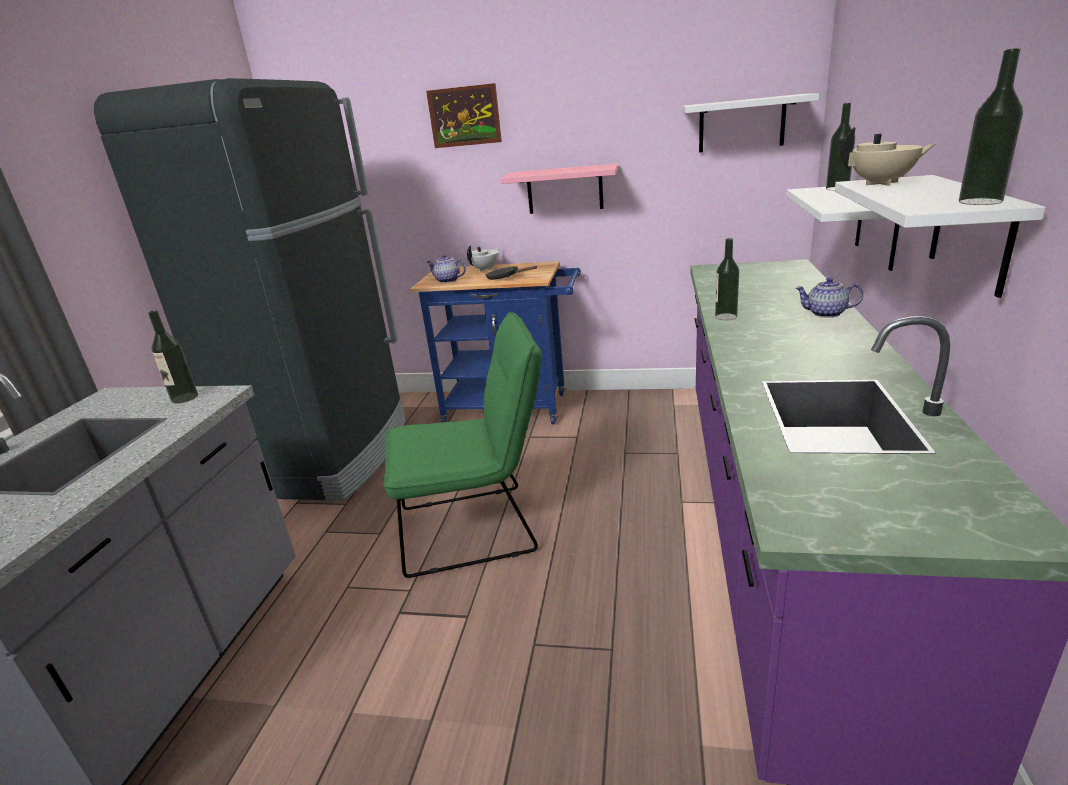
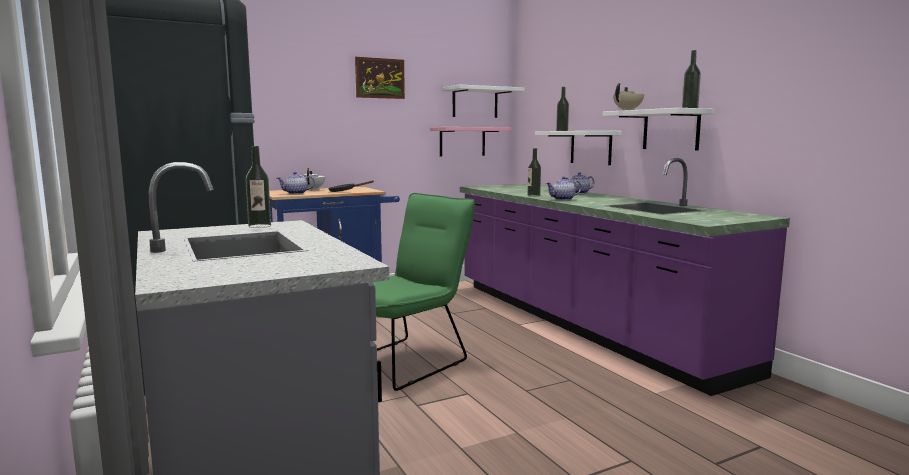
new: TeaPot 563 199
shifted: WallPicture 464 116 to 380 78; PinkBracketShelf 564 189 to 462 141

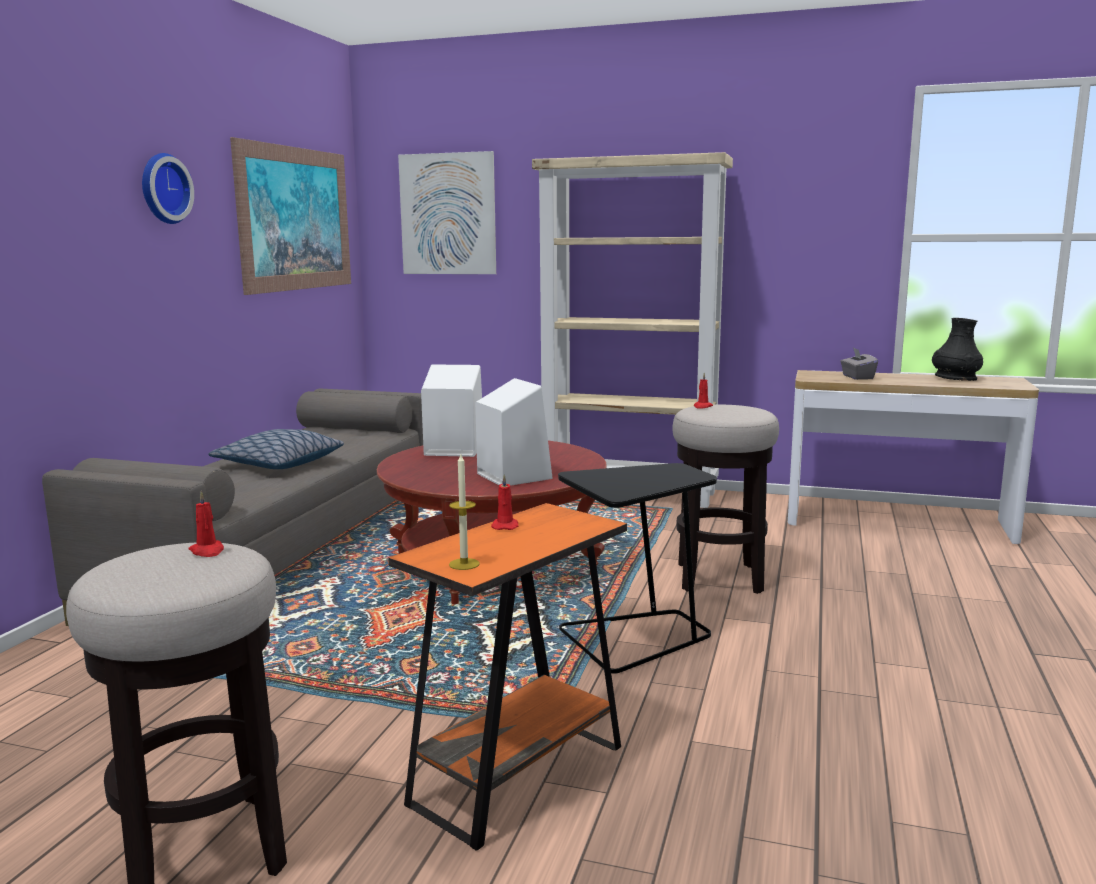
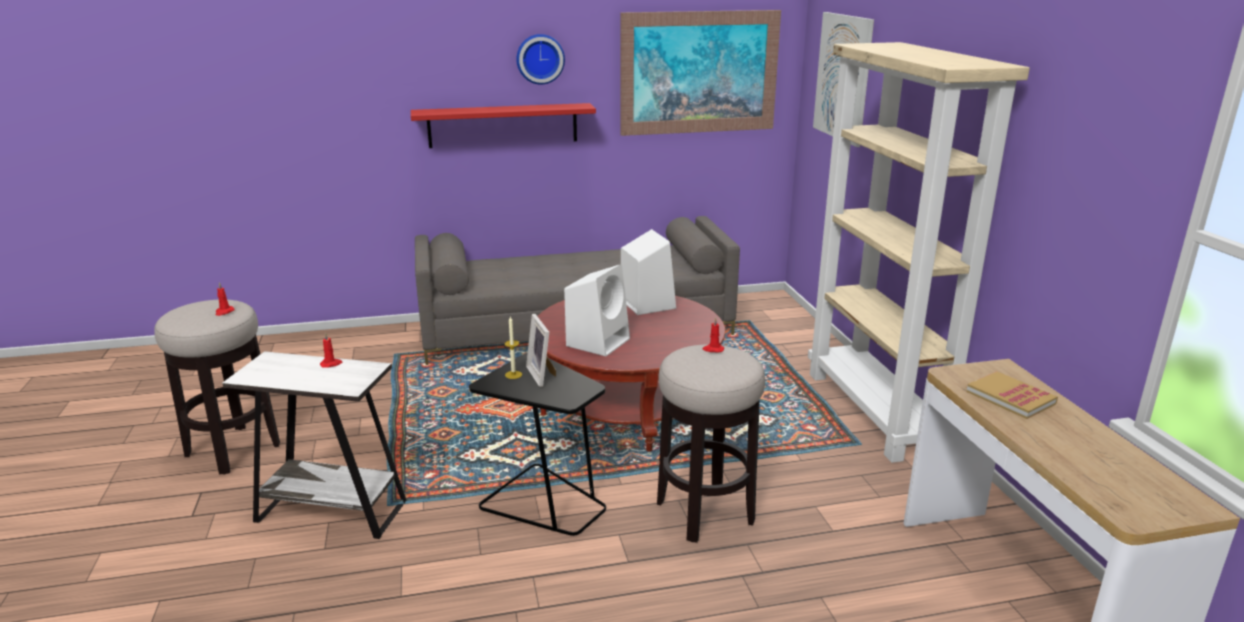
gone: ThrowPillow 278 464; BlackVase 955 378
new: RedBracketShelf 503 125; StandingFrame 543 375
shifted: Candle 464 564 to 513 375
swapped: GrayTissueBox 857 377 to BoundBook 1010 397
repainted: OrangeColouredEndTable 518 775 to WhiteColouredEndTable 331 511

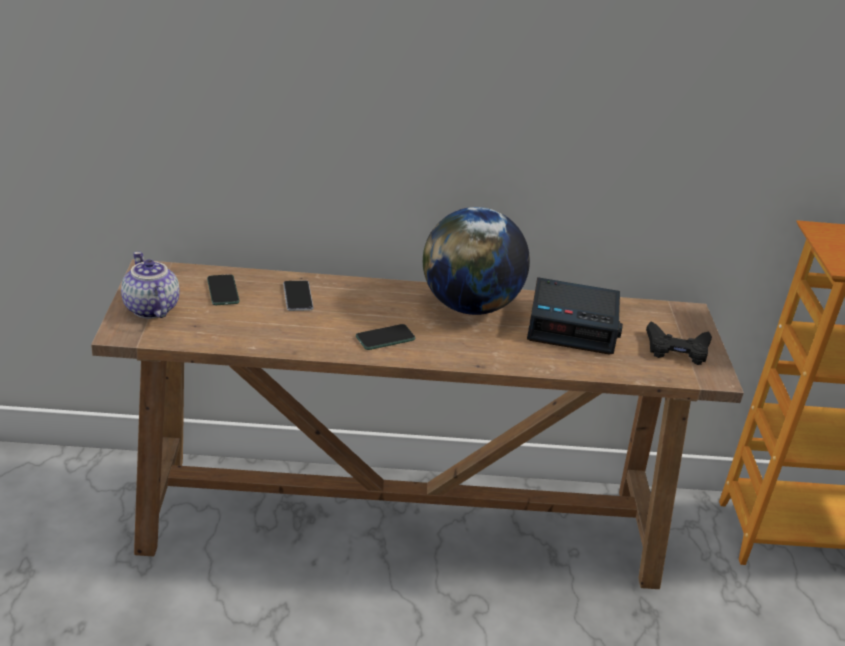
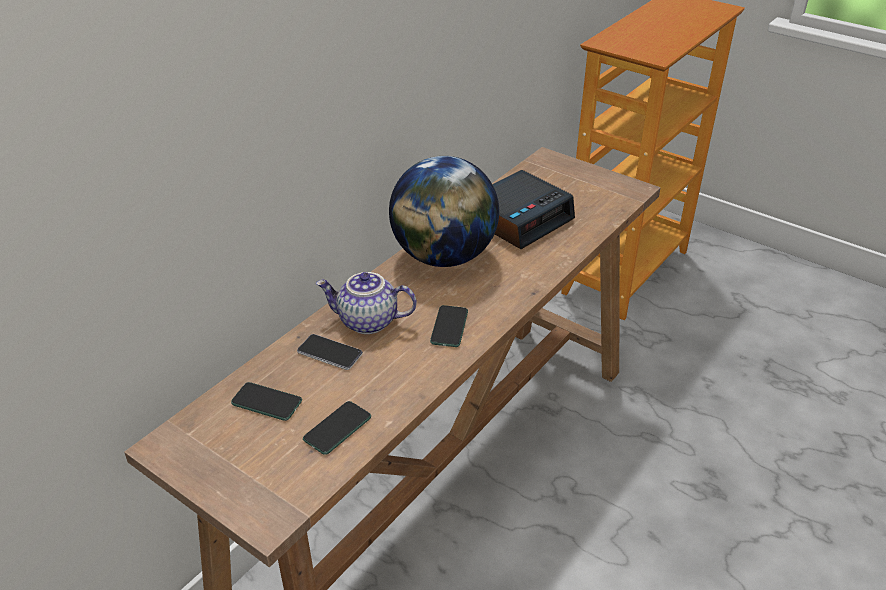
gone: BlackJoypad 677 349
new: Handset 337 428
shifted: TeaPot 150 308 to 367 322

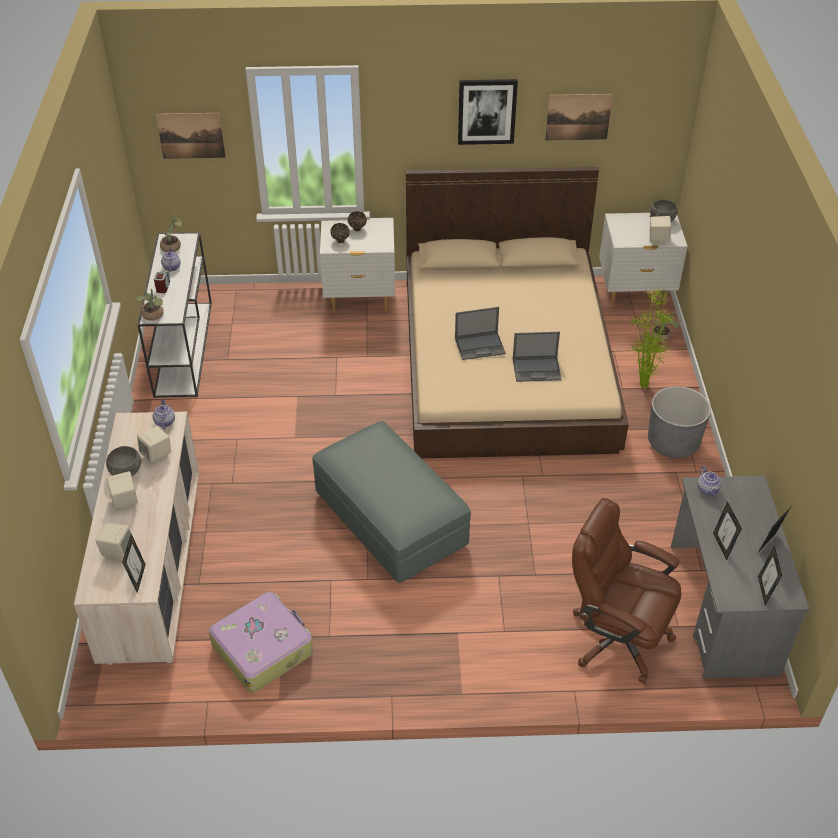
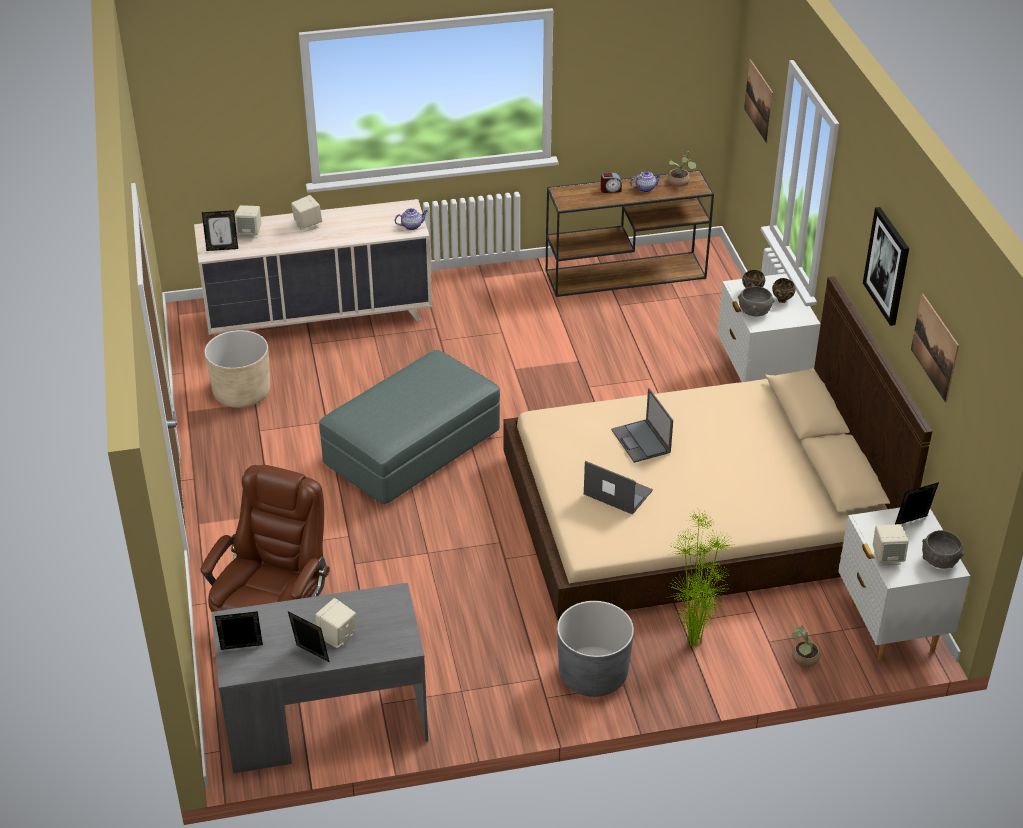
gone: PlantInAPot 154 316; TeaPot 708 489
shifted: GrayServingBowl 126 472 to 754 312; SandColouredSpeaker 157 456 to 337 637; StandingFrame 722 546 to 912 523
swapped: TravelCase 263 648 to SandColouredPlanter 242 393
repainted: WhiteColouredHallTable 183 347 to BrownishHallTable 627 274
rotated: NotebookComputer 537 369 = 617 492 135 degrees clockwise

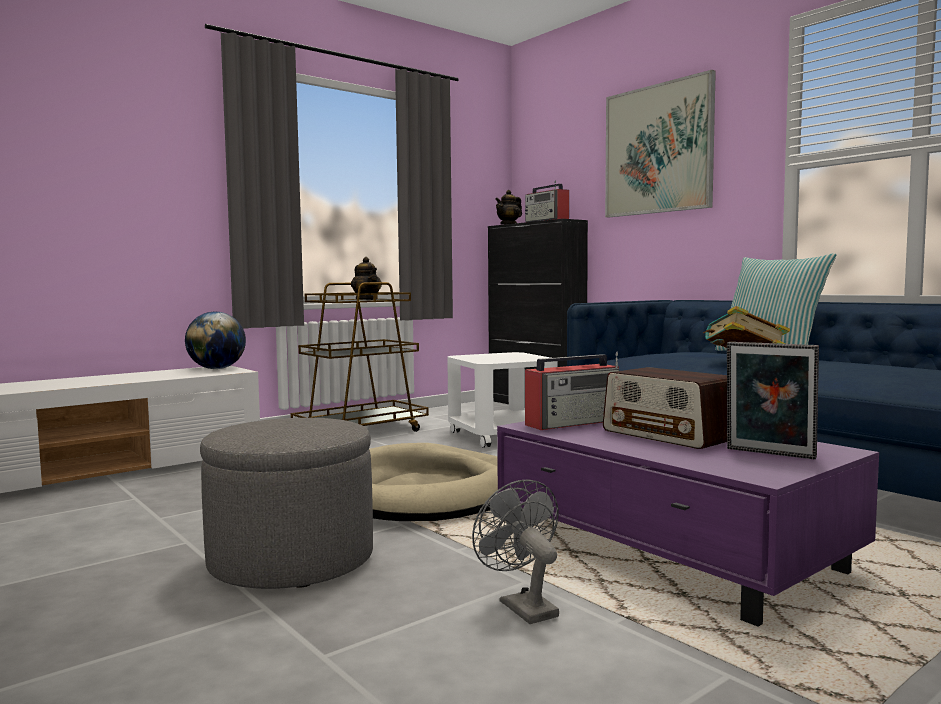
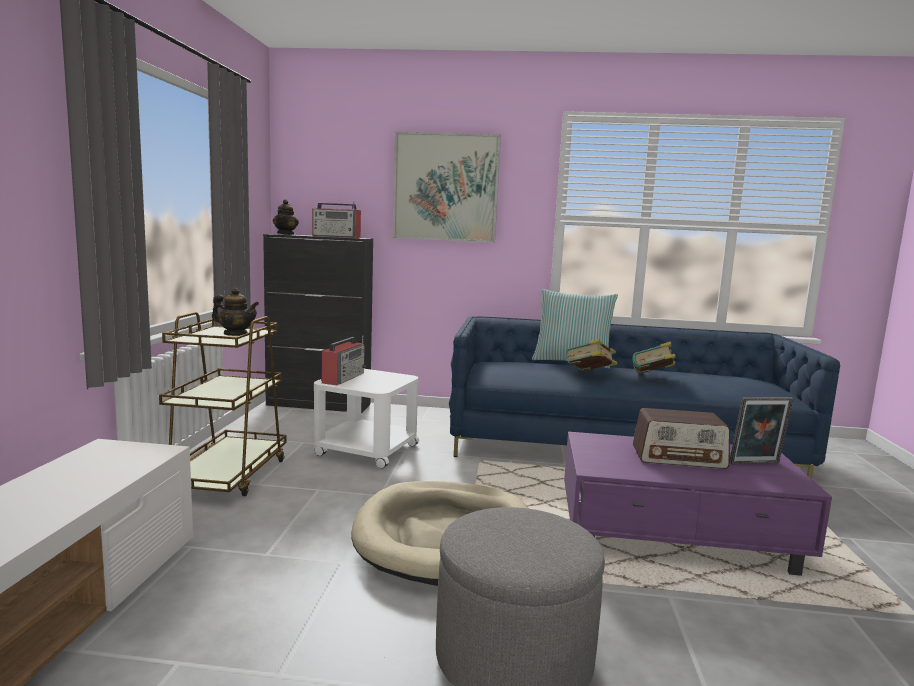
gone: Globe 217 369; GrayFan 522 606
new: BoundBook 652 377
shifted: RadioReceiver 574 423 to 343 378

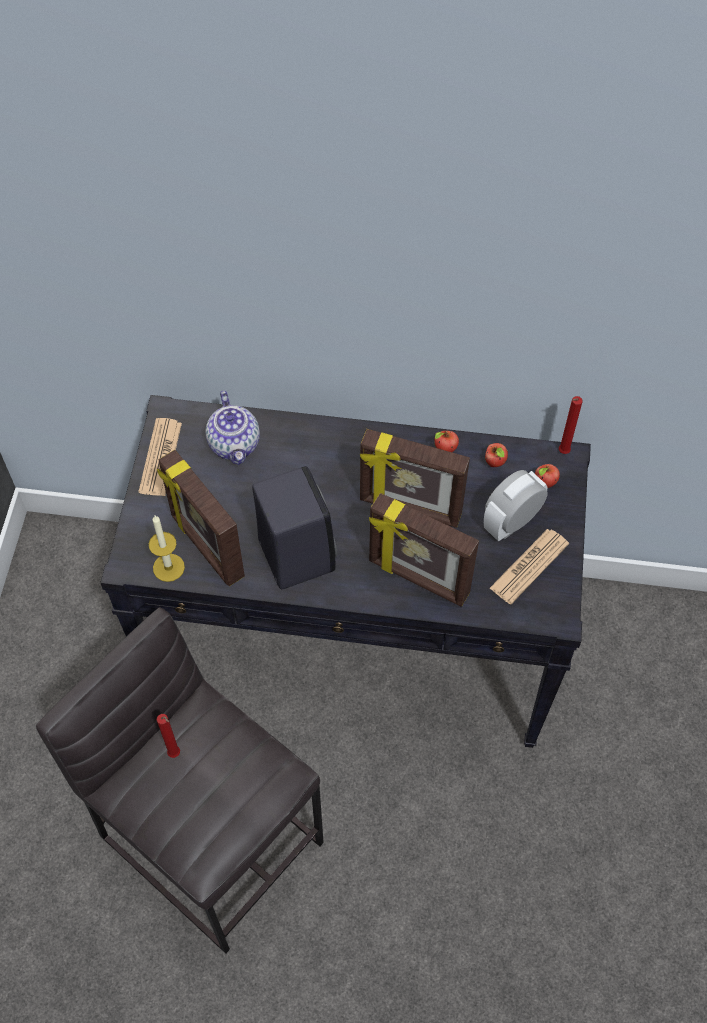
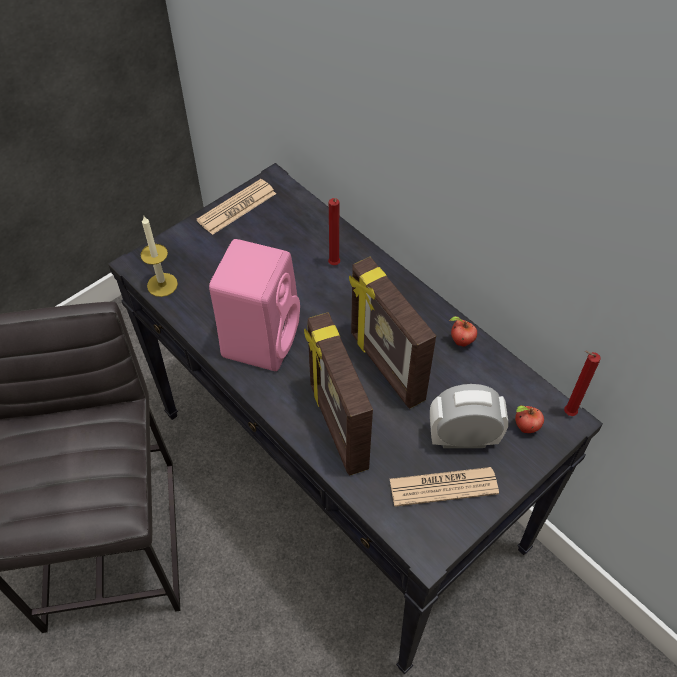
gone: StandingFrame 206 547; TeaPot 235 444; Apple 495 463
shifted: RedCandle 175 755 to 334 265
repainted: BlackSpeaker 294 553 to PinkSpeaker 261 337

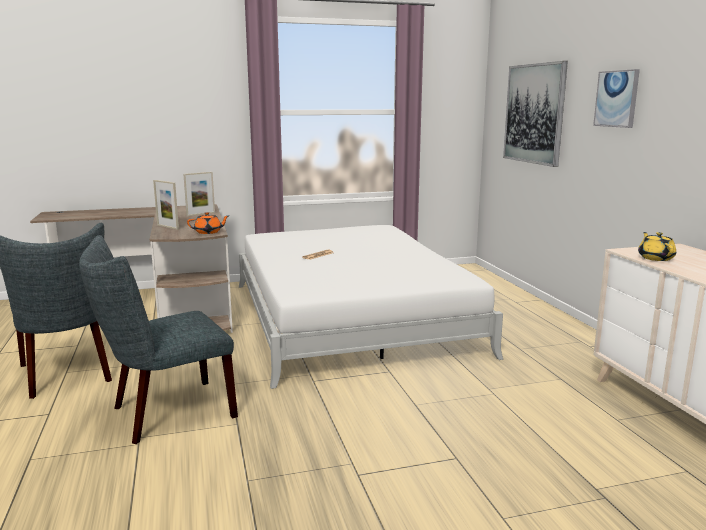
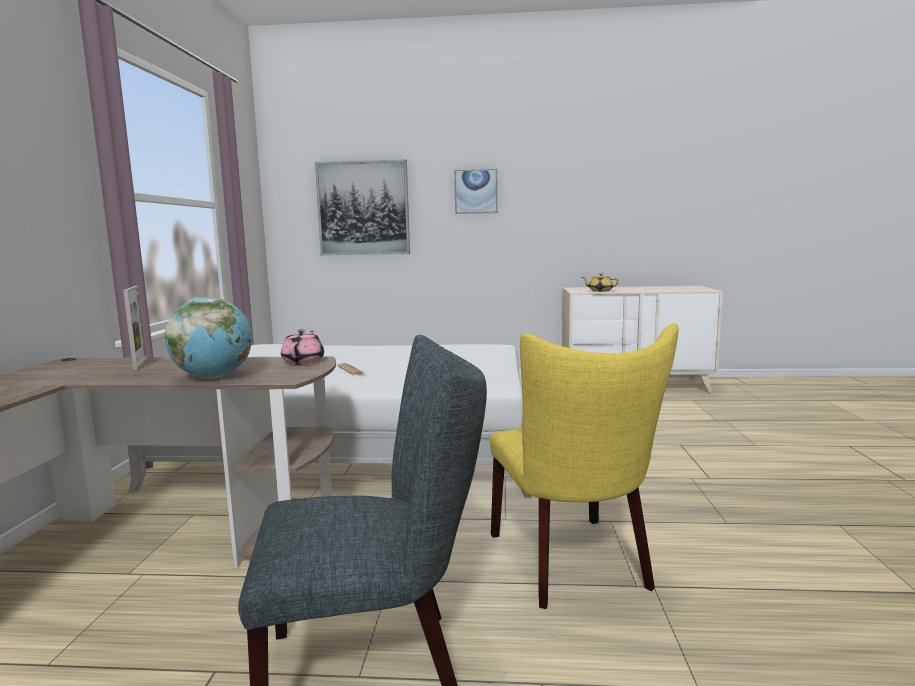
swapped: StandingFrame 167 227 to Globe 213 377
repainted: GrayChair 166 413 to YellowChair 573 565; OrangeColouredTeaPot 208 232 to PinkTeaPot 304 361

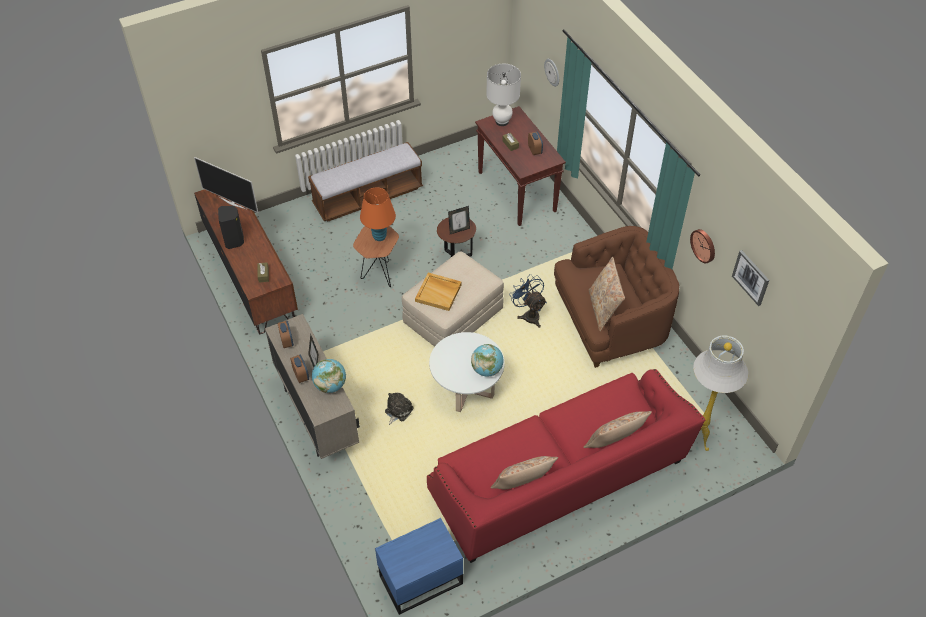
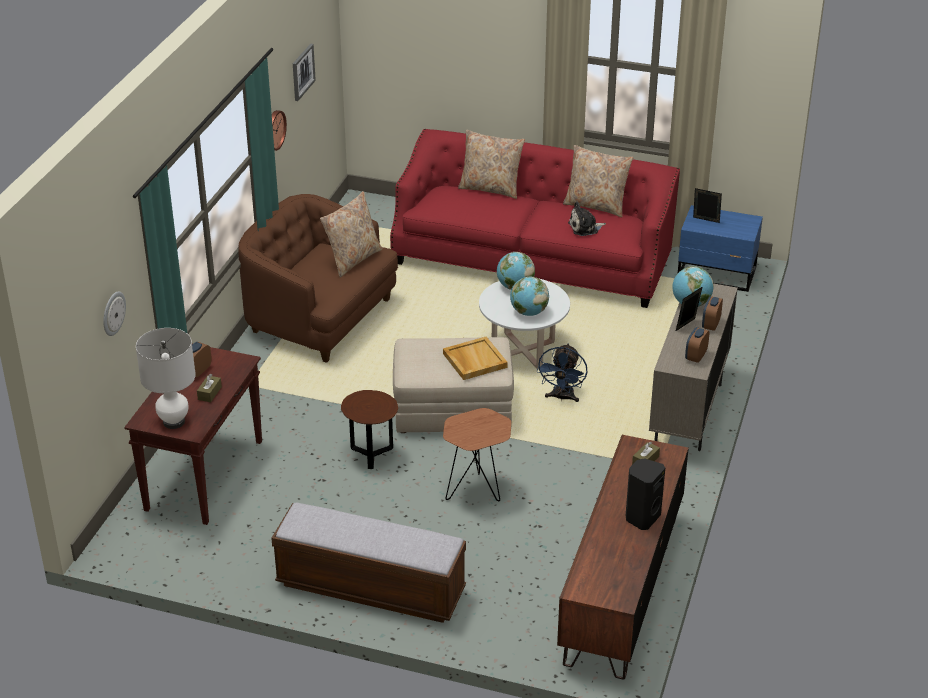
gone: TvSet 233 202; OrangeColouredTableLamp 379 237; WhiteColouredStandingLamp 697 440
new: Globe 528 312
shifted: CuddlyToy 397 411 to 585 228; StandingFrame 459 230 to 705 221; BlueColouredFan 529 315 to 562 398

